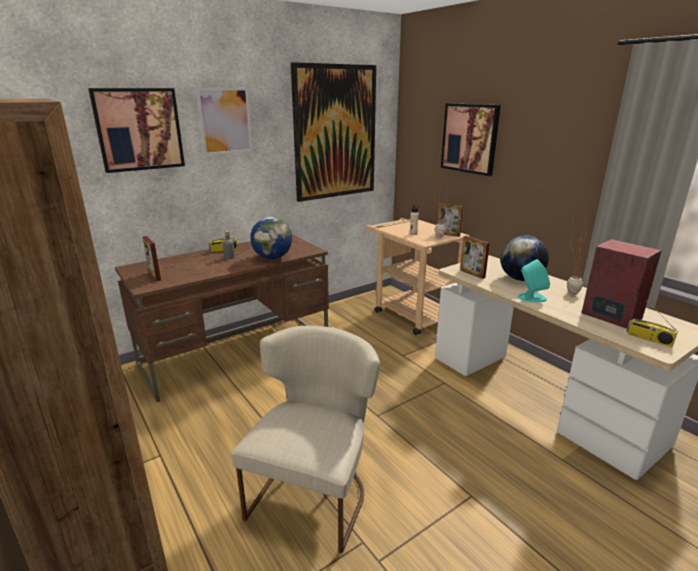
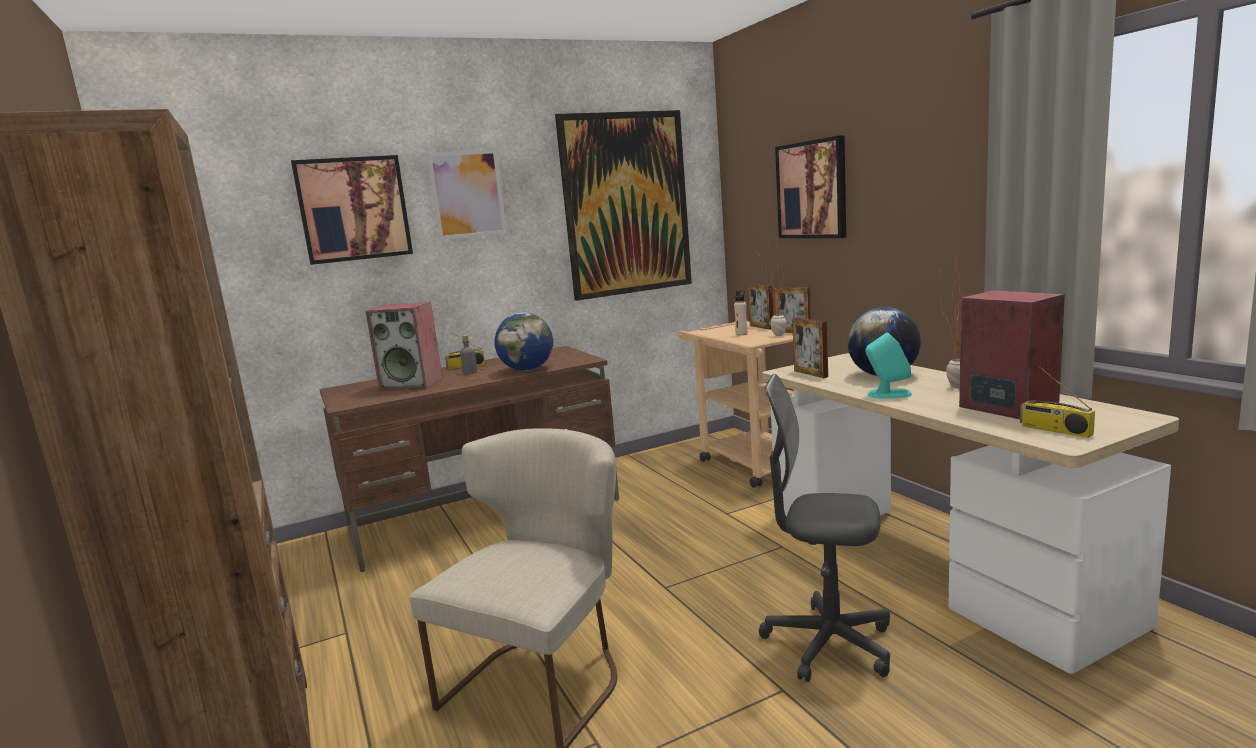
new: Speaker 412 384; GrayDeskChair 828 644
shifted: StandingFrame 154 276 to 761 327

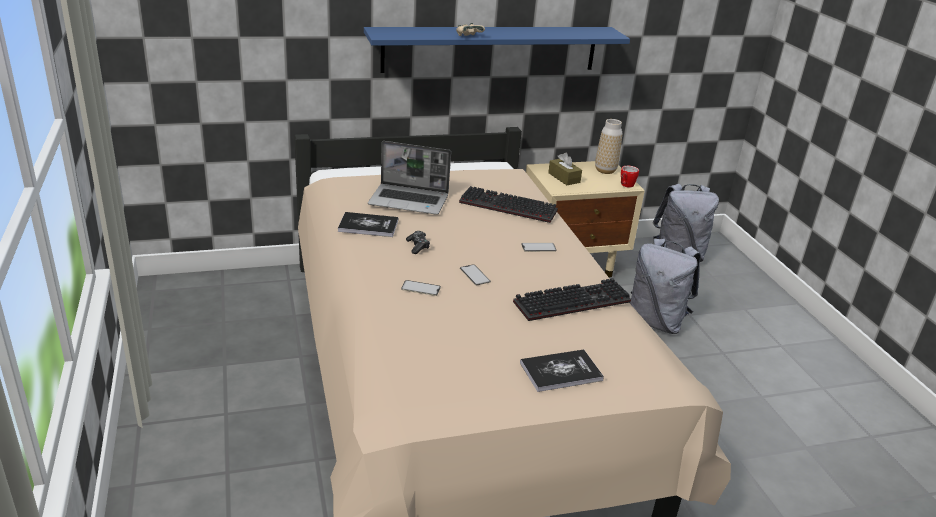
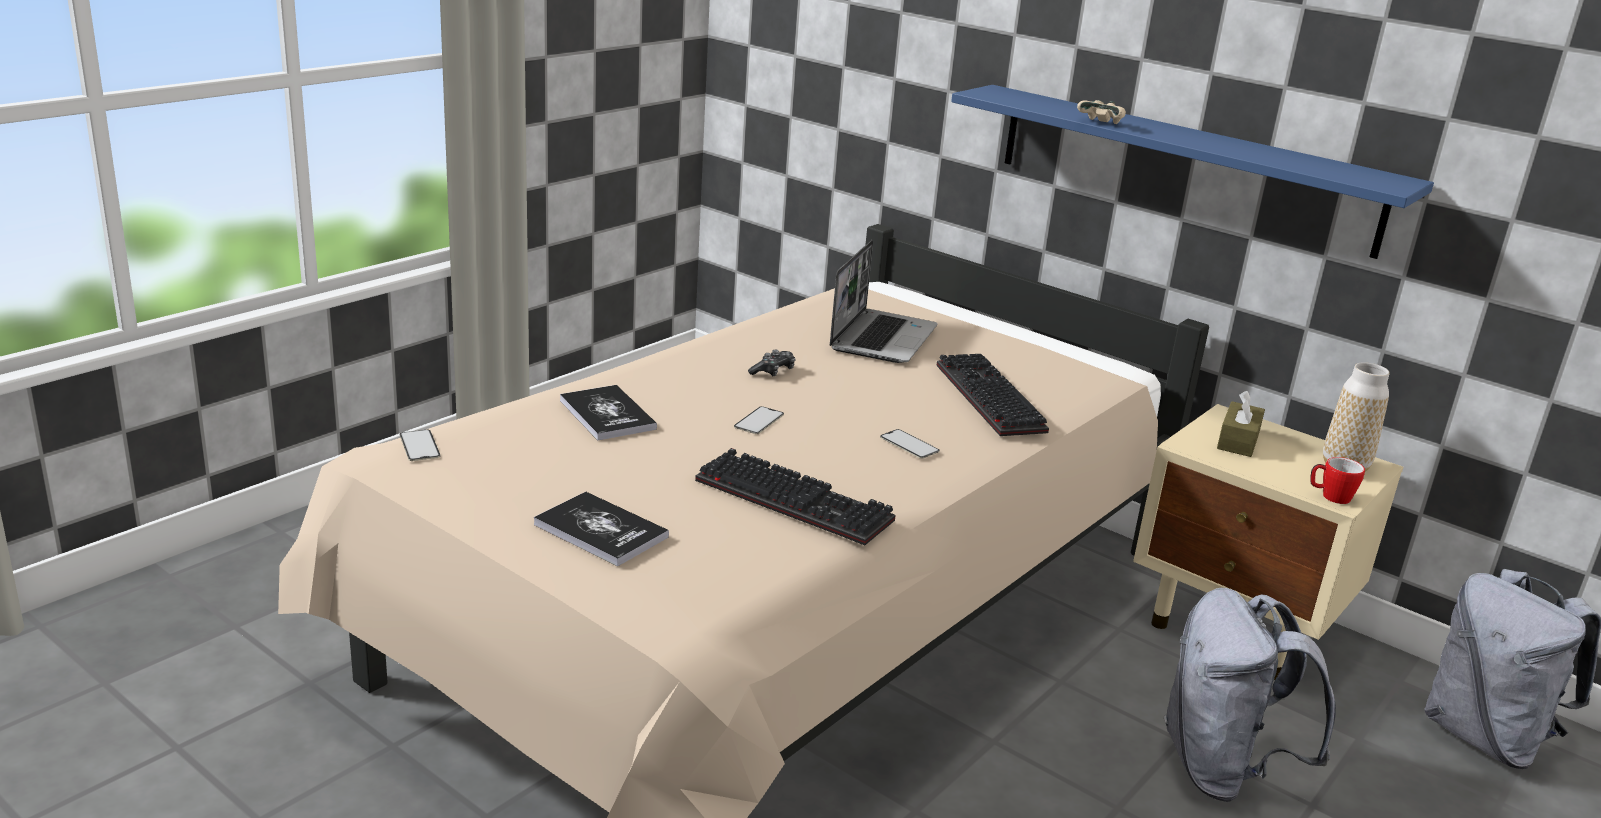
shifted: BoundBook 368 226 to 607 414; Handset 421 288 to 419 446
rotated: NotebookComputer 410 201 = 882 338 135 degrees counterclockwise

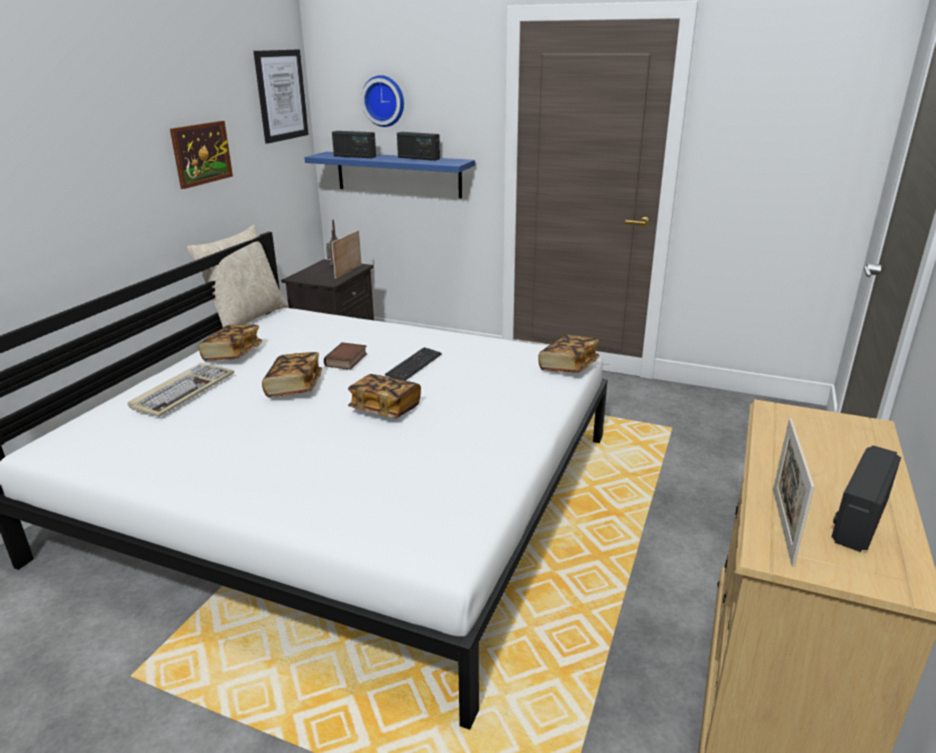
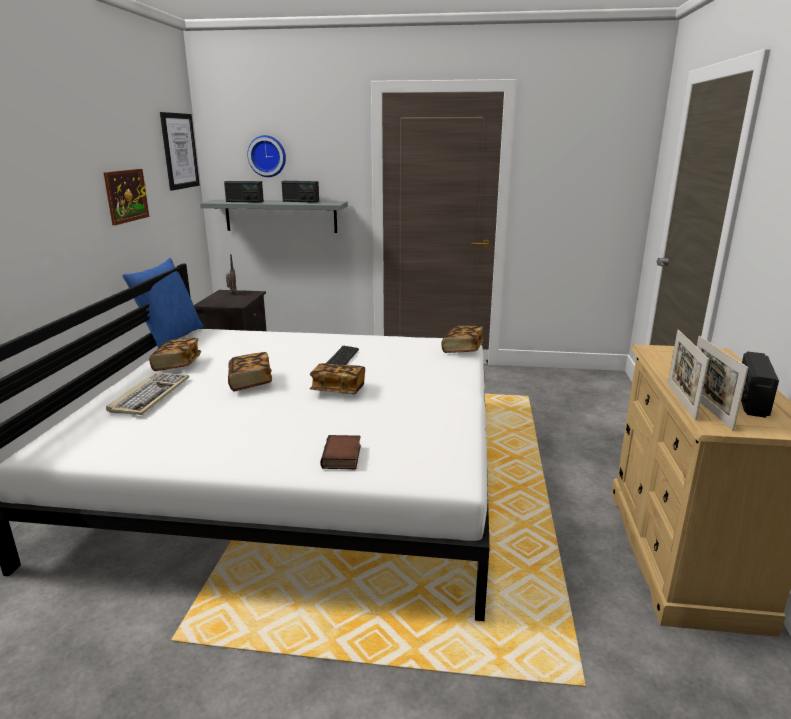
shifted: BoundBook 347 360 to 343 457; StandingFrame 348 271 to 681 401
repainted: SandColouredThrowPillow 247 318 to BlueColouredThrowPillow 171 338; BlueColouredBracketShelf 398 174 to GrayBracketShelf 281 216

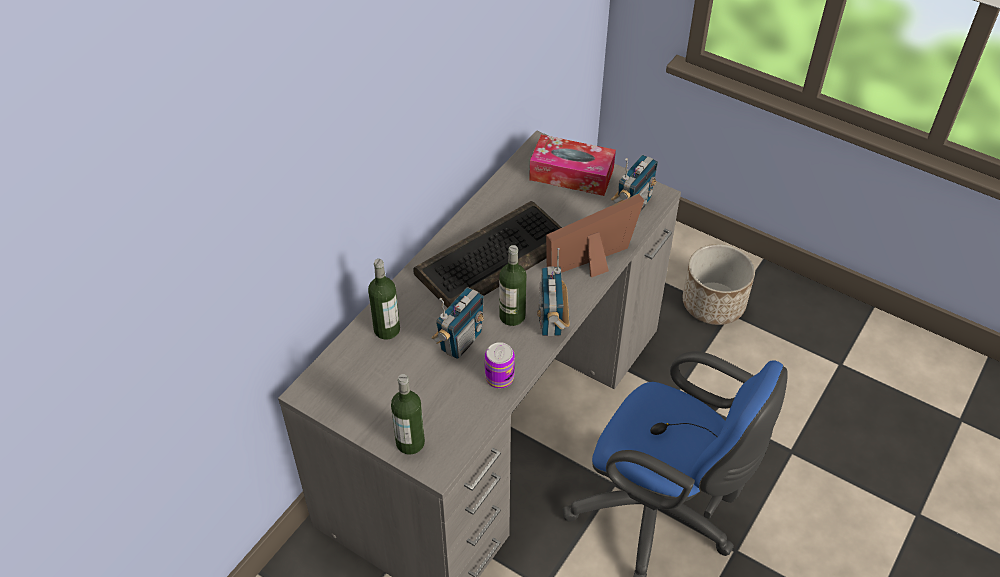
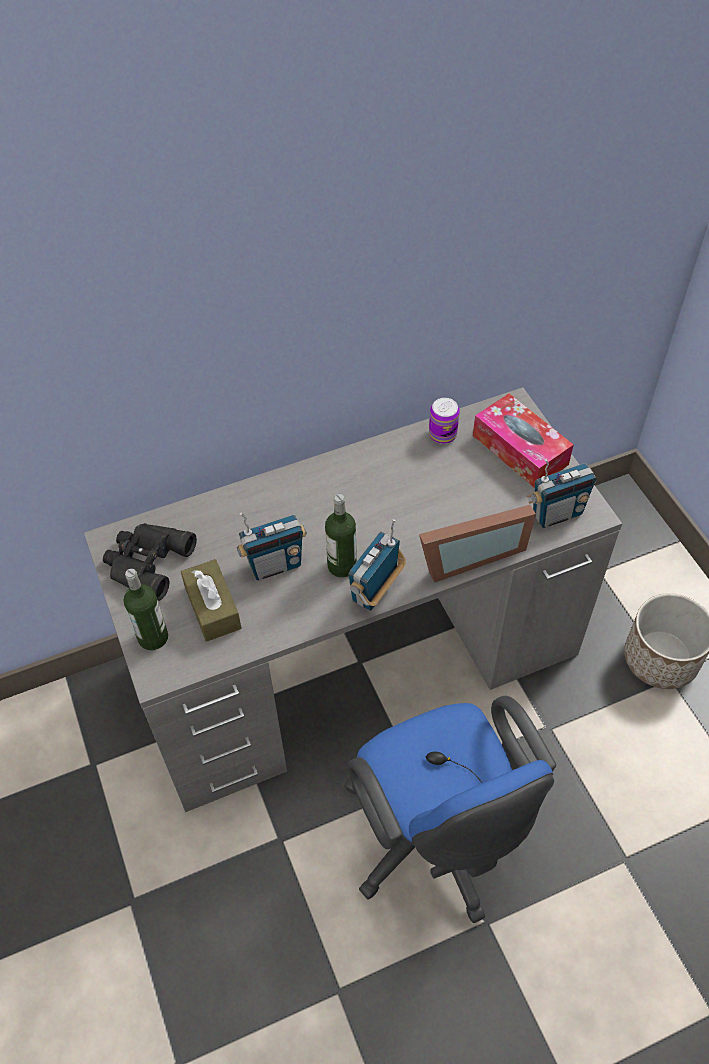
gone: Bottle 387 329; PcKeyboard 493 257
new: BlackBinoculars 146 562; BrownishTissueBox 213 608
shifted: SealedCan 499 378 to 442 434
rotated: StandingFrame 596 263 = 468 555 150 degrees clockwise

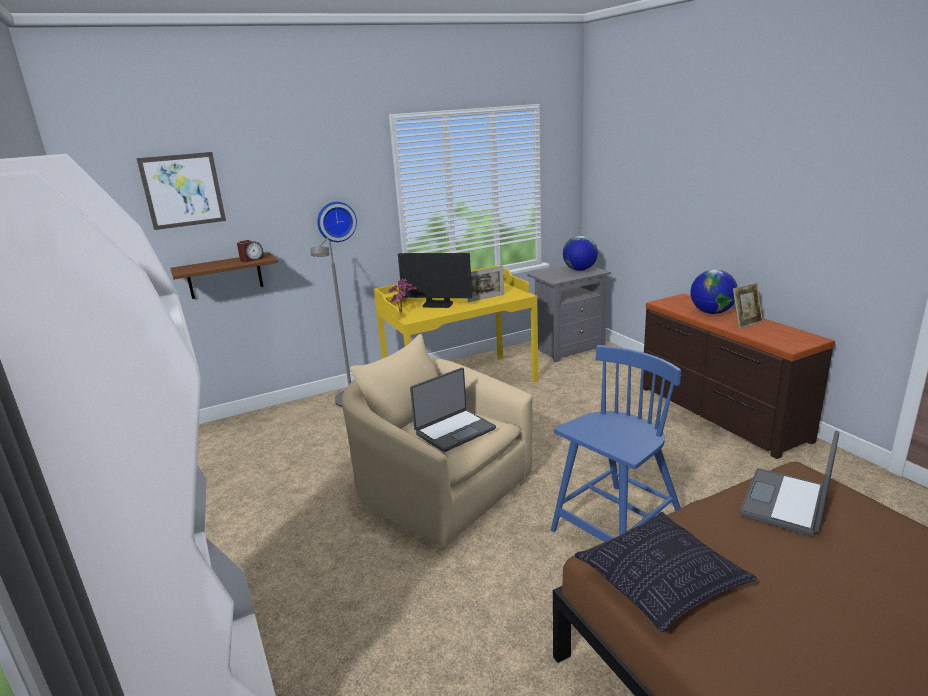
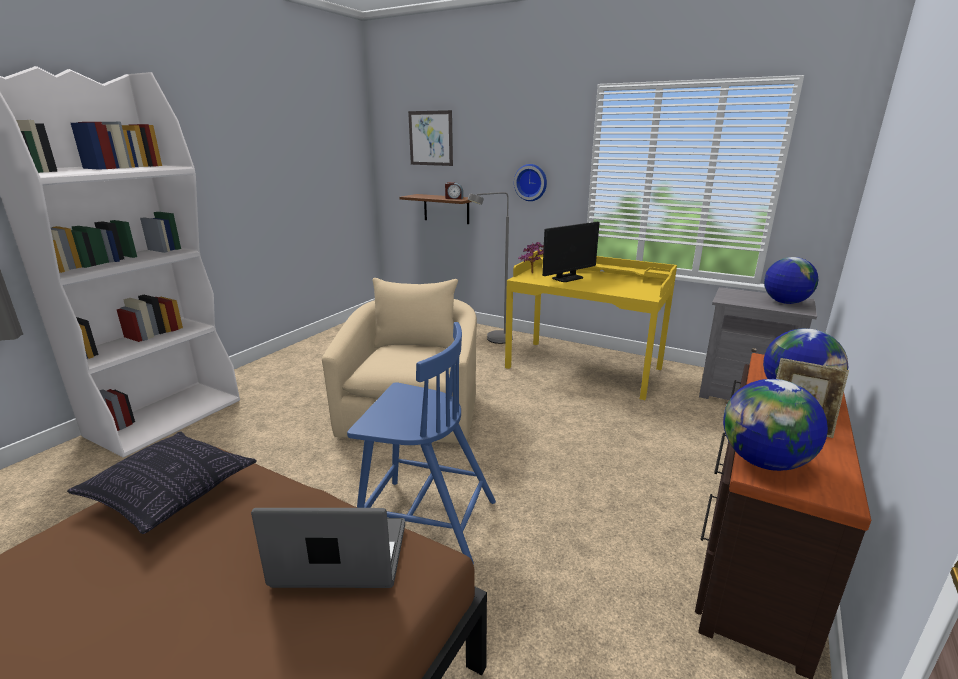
gone: NotebookComputer 454 431; StandingFrame 486 298
new: Globe 764 462
rotated: Monitor 438 304 = 567 278 105 degrees counterclockwise

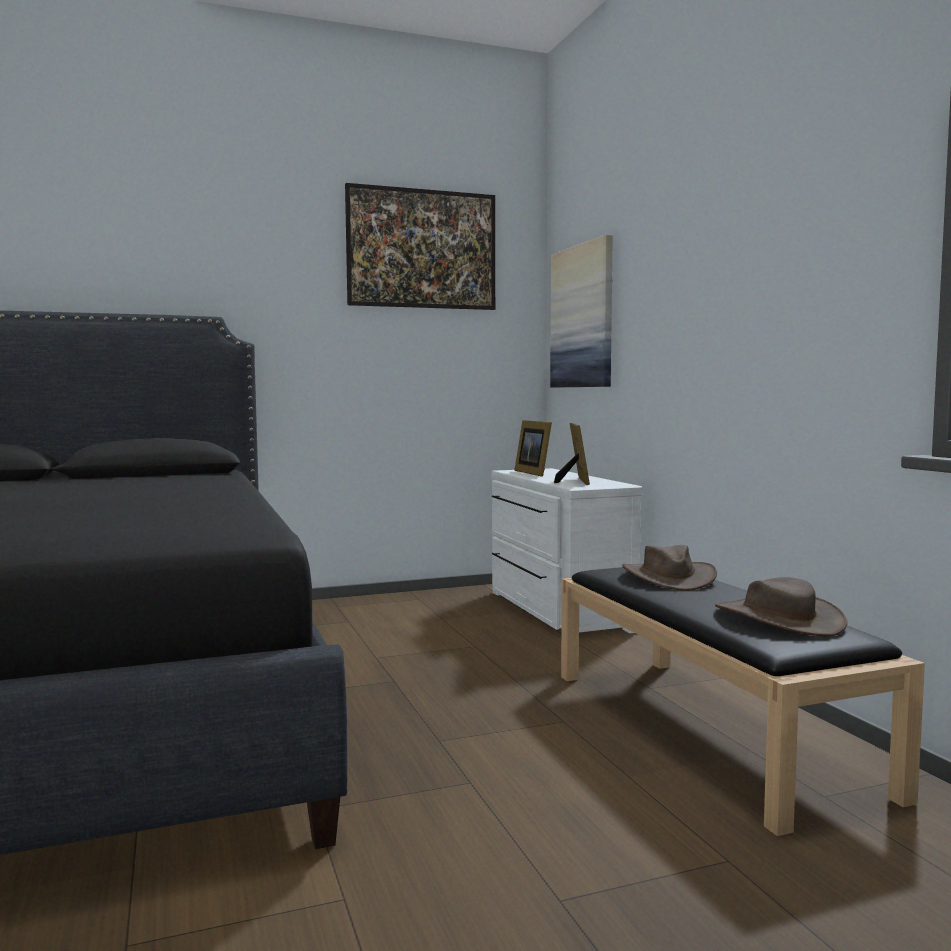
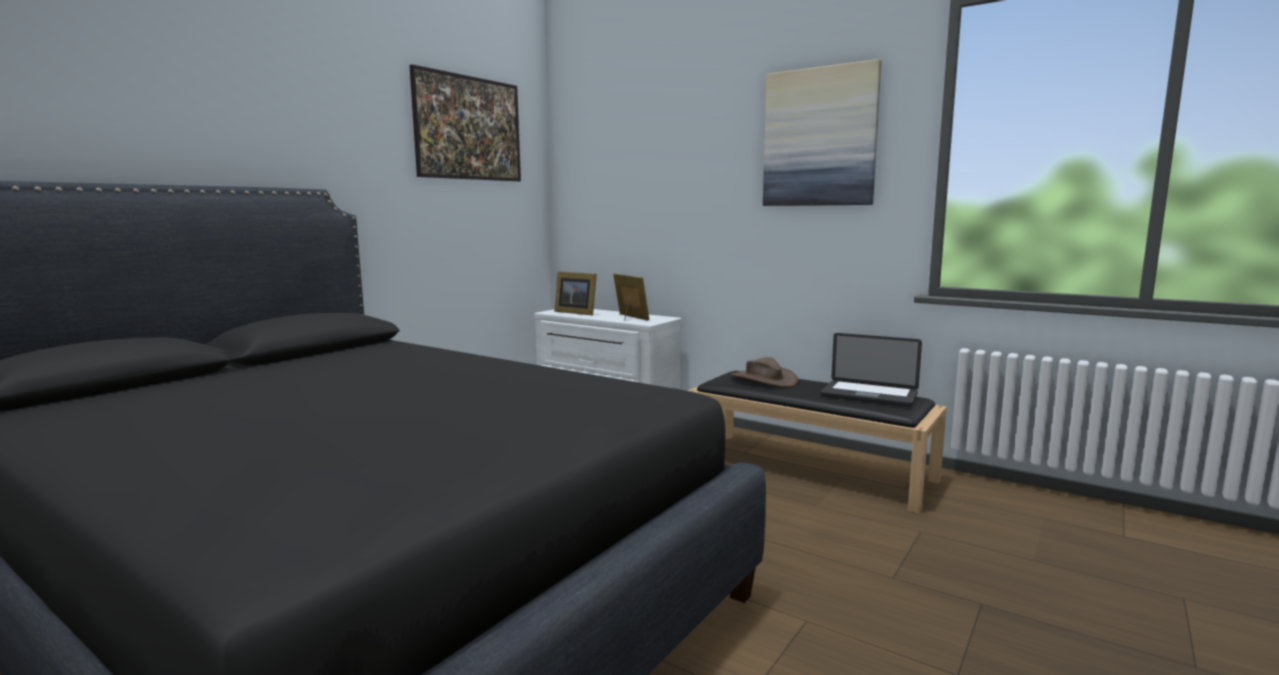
shifted: WallPicture 583 316 to 819 137
swapped: BrownishWearableHat 778 619 to NotebookComputer 869 395

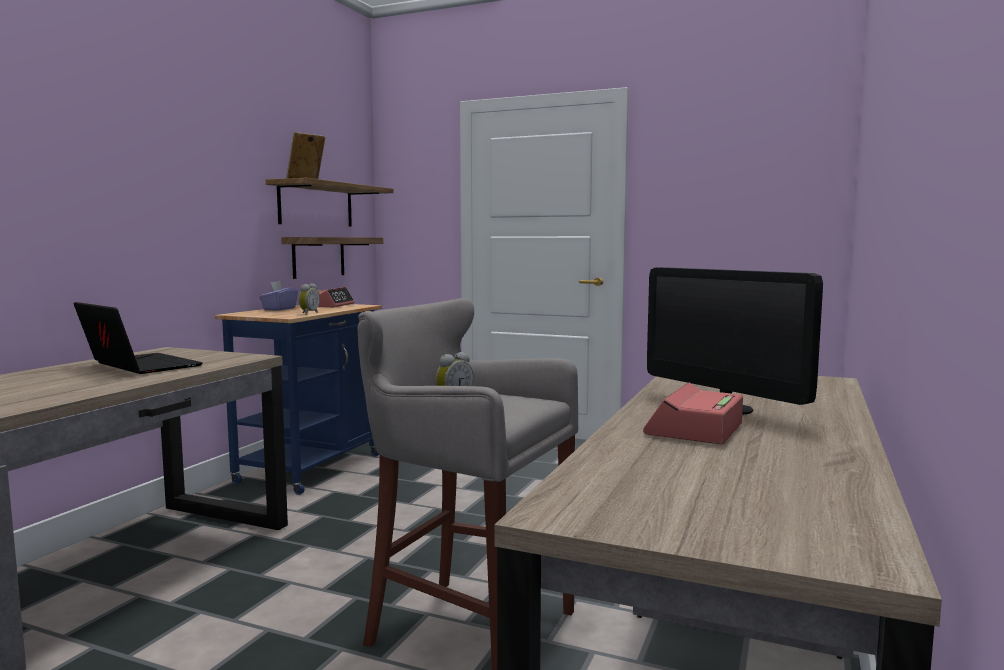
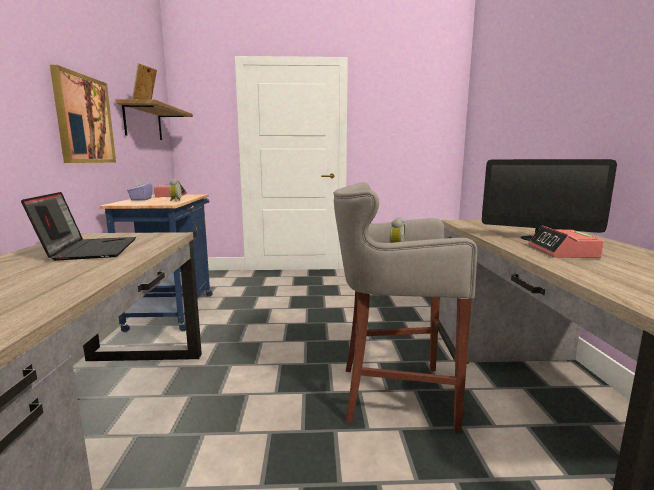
gone: BracketShelf 318 257
new: WallPicture 84 119
rotated: NotebookComputer 138 366 = 89 249 60 degrees clockwise

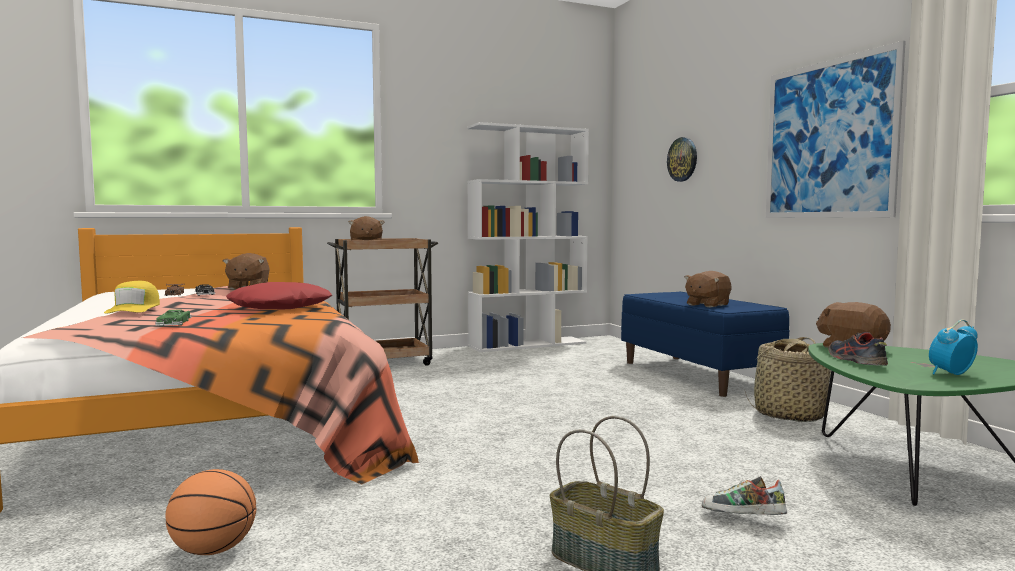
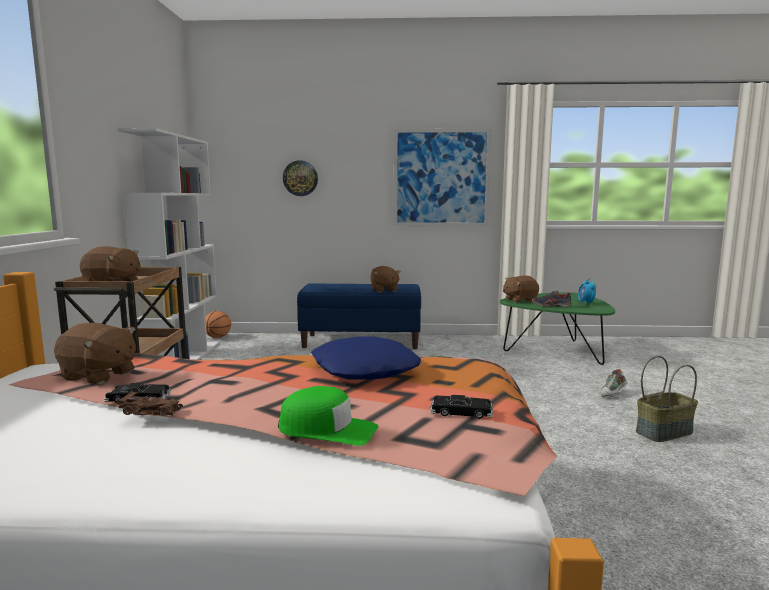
gone: HouseholdBasket 788 415
shifted: BallForBasketball 213 551 to 217 337
repainted: YellowBaseballCap 134 309 to GreenColouredBaseballCap 327 429; GreenColouredModelCar 174 323 to BlackModelCar 461 412; RedThrowPillow 280 307 to BlueColouredThrowPillow 363 370

